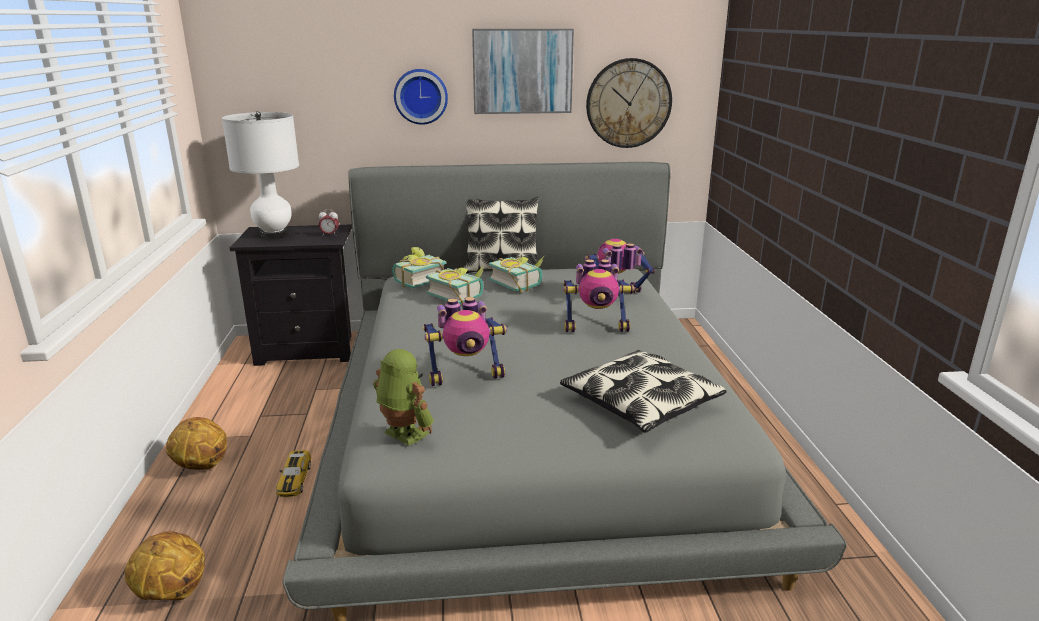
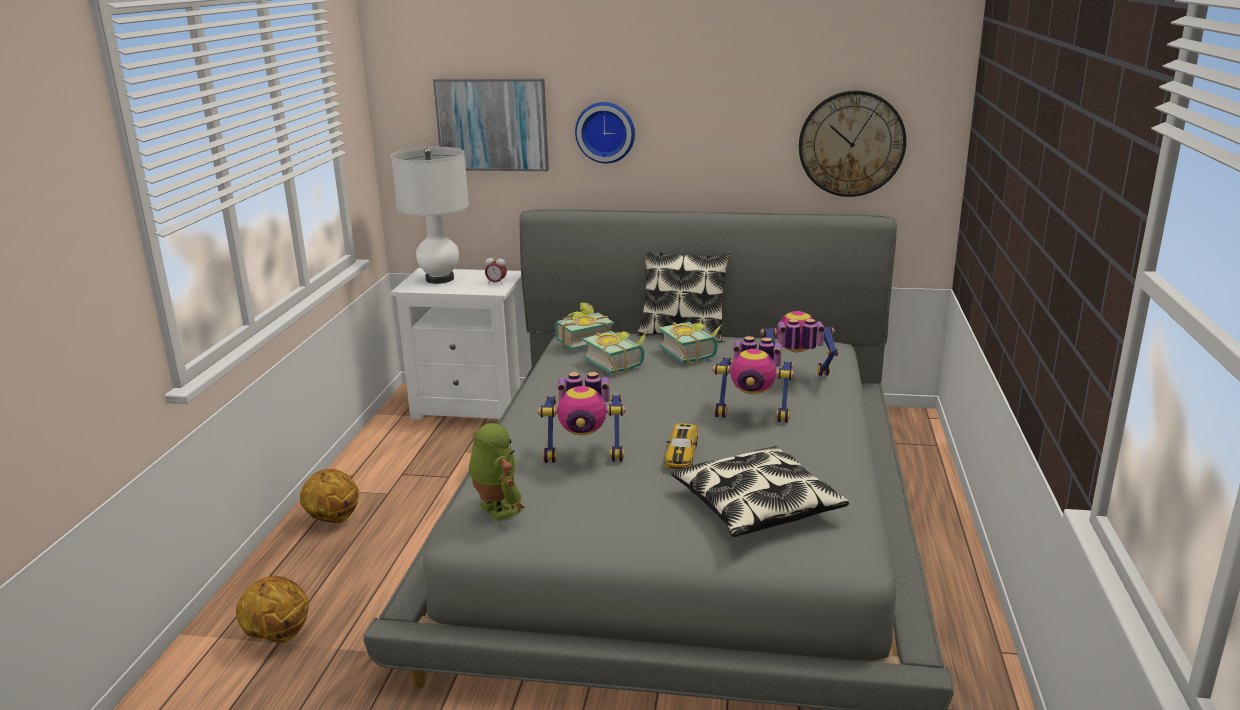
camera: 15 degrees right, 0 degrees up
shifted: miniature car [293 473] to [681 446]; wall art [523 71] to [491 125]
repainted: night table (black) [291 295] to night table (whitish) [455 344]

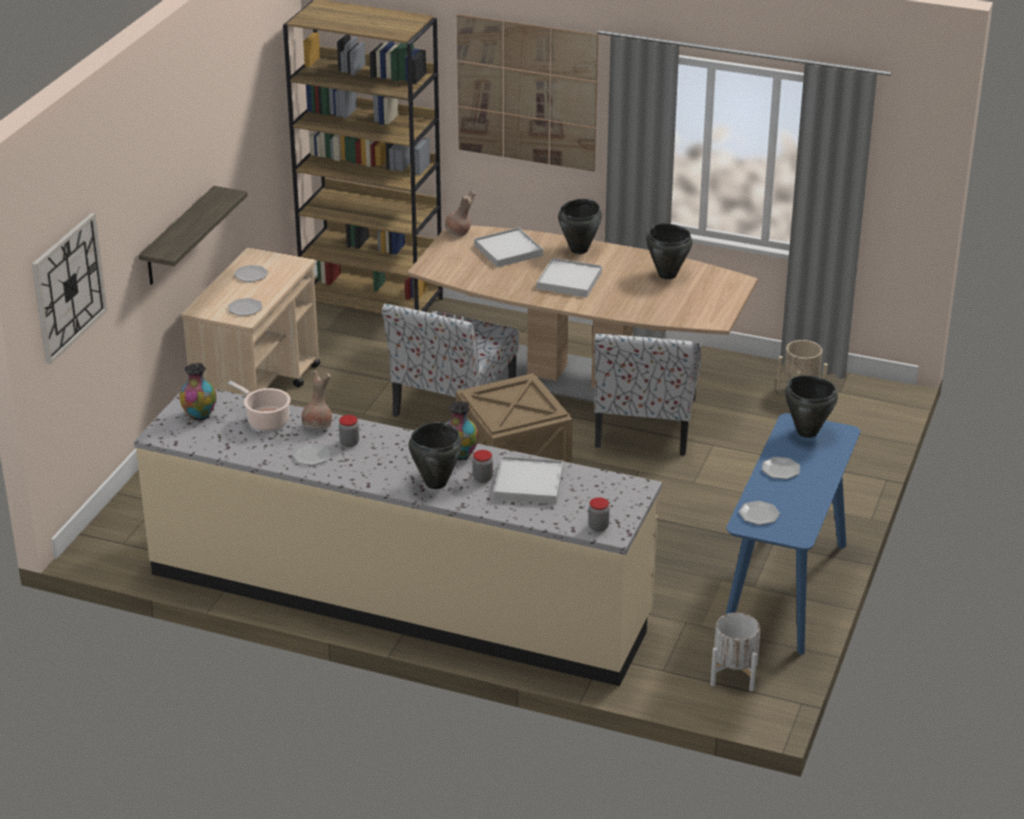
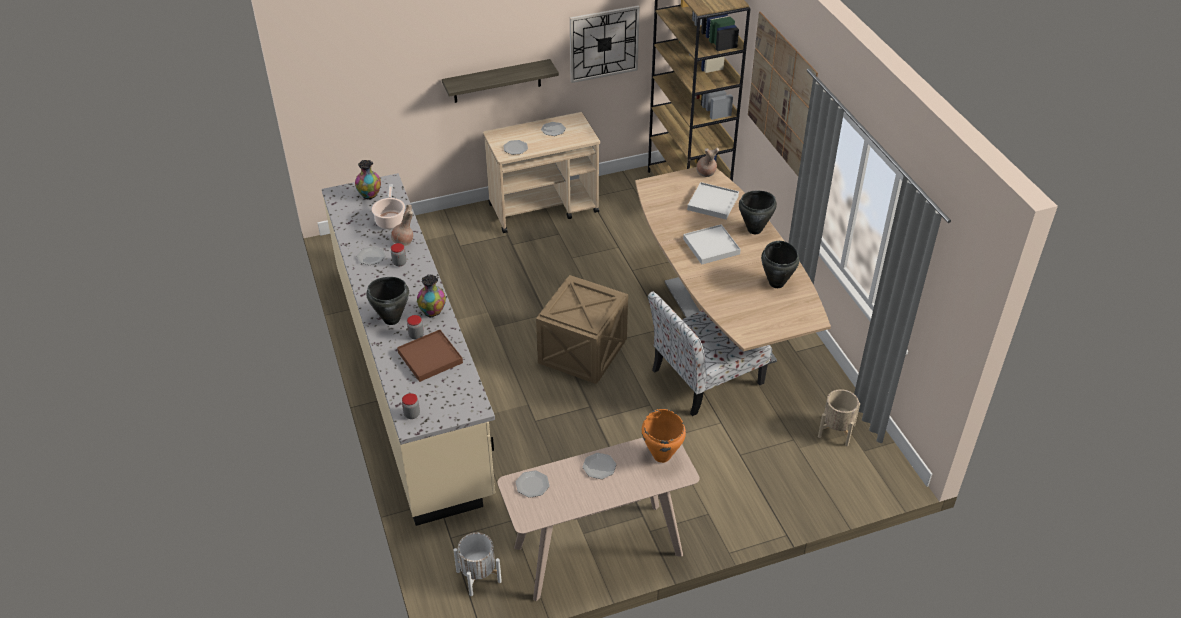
camera: 50 degrees right, 10 degrees up
gone: chair [450 360]
shifted: hanging clock [69 288] to [605 44]
repainted: serving tray (whitish) [528 480] to serving tray (brown) [430 356]; hall table (blue) [793 534] to hall table (beige) [598 519]; saucepot (black) [811 406] to saucepot (orange-coloured) [664 436]

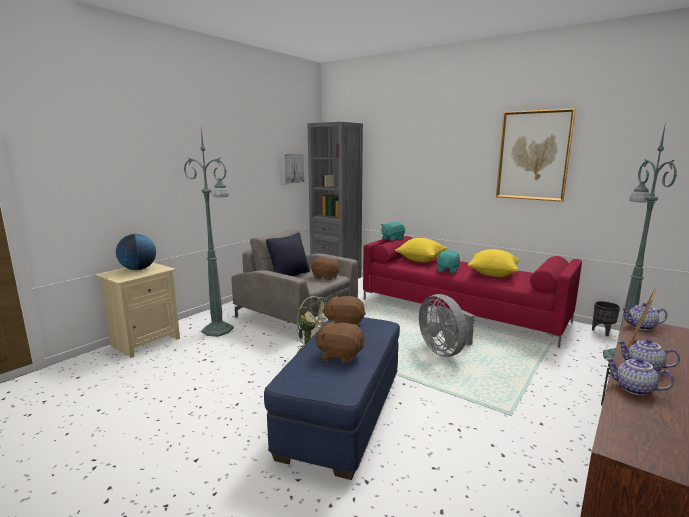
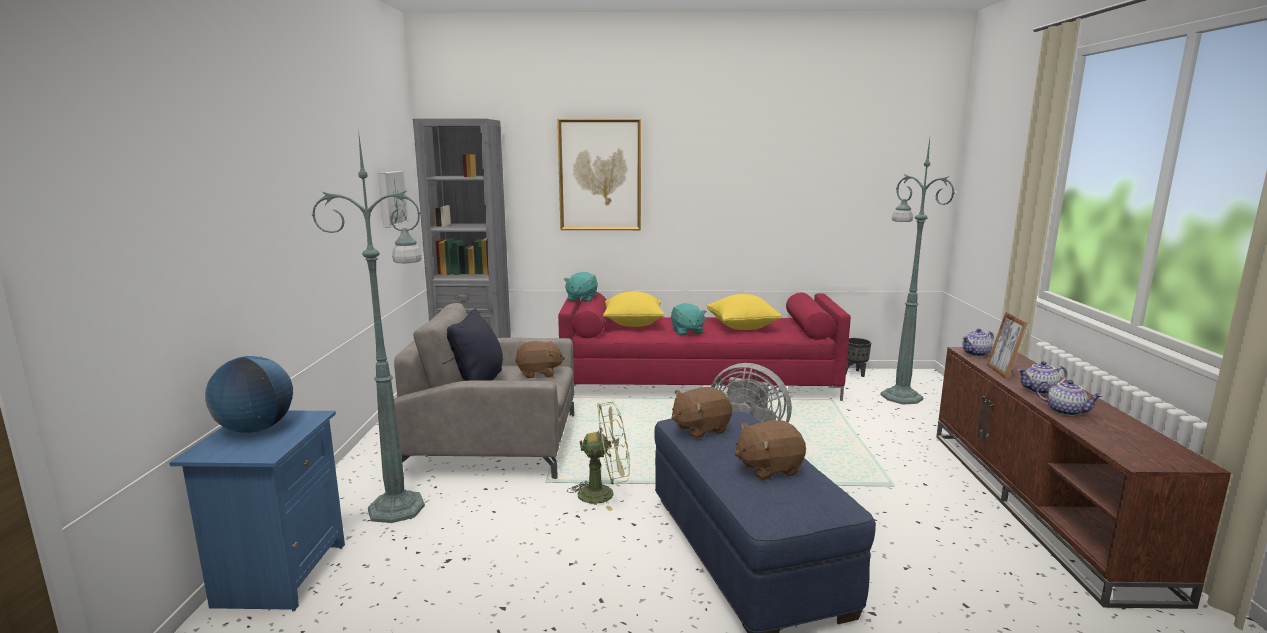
camera: 35 degrees left, 0 degrees up
shifted: wall art [536 155] to [599 174]
repainted: night table (beige) [137 310] to night table (blue) [257 511]
rotated: pot for tea [639 376] = [1069 398] 135 degrees counterclockwise

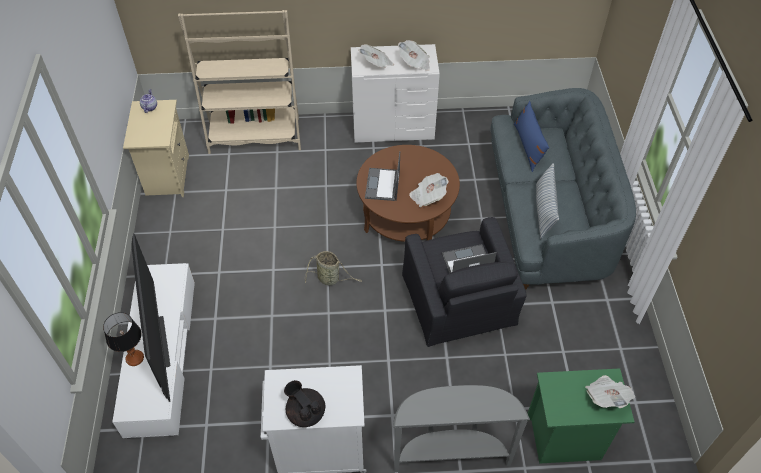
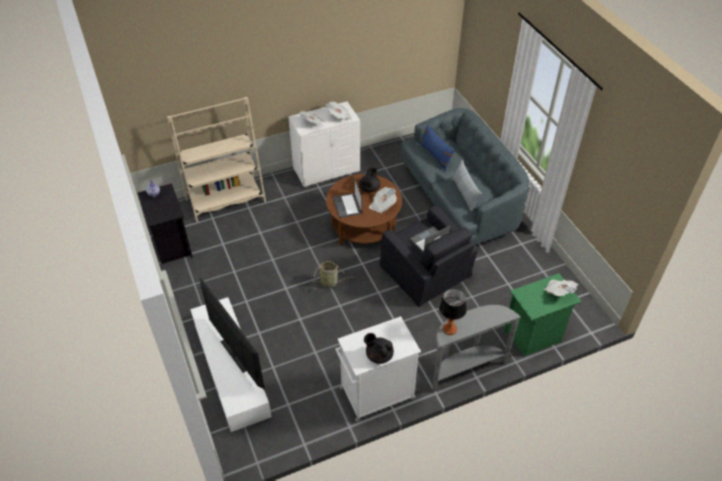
camera: 20 degrees left, 5 degrees down
new: pot for tea (black) [369 180]
shifted: lamp for a table [123 339] to [453 311]
repainted: night table (beige) [156 148] to night table (black) [165 223]

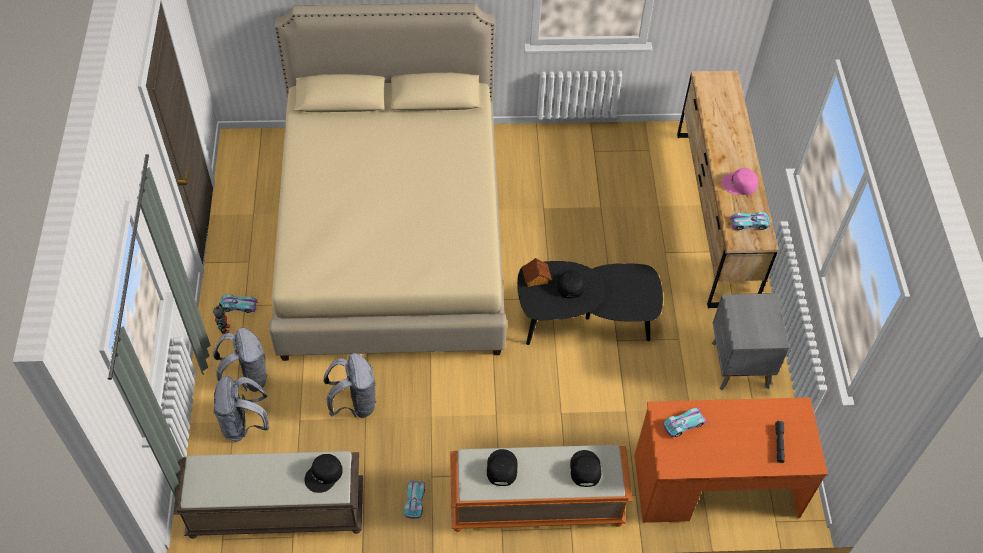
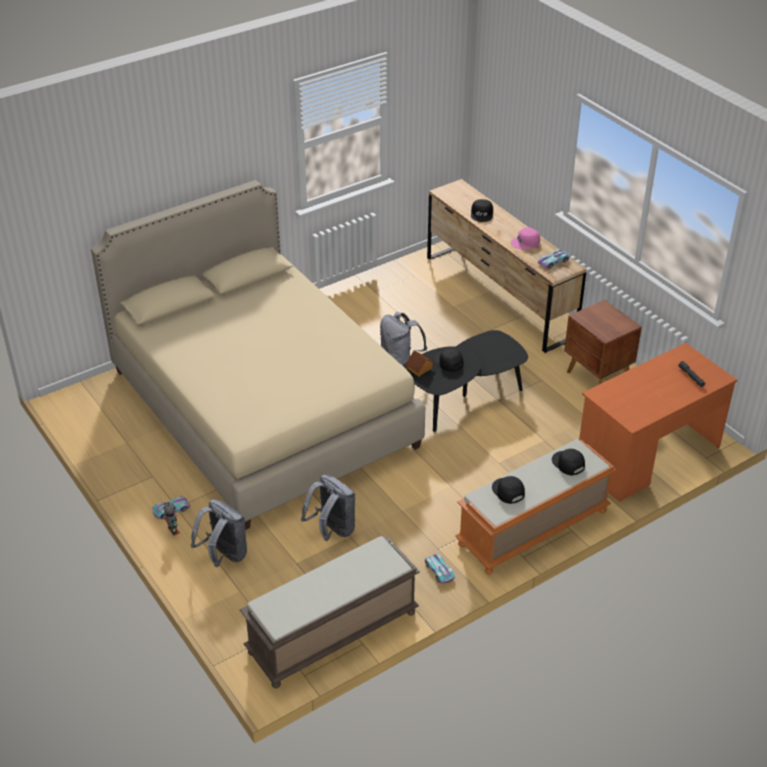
camera: 30 degrees left, 15 degrees down
gone: miniature car [684 422]
shifted: backpack (greyish) [241 409] to [403 339]; baseball cap (black) [324 473] to [482 210]
repainted: night table (greyish) [750 341] to night table (brown) [603 342]

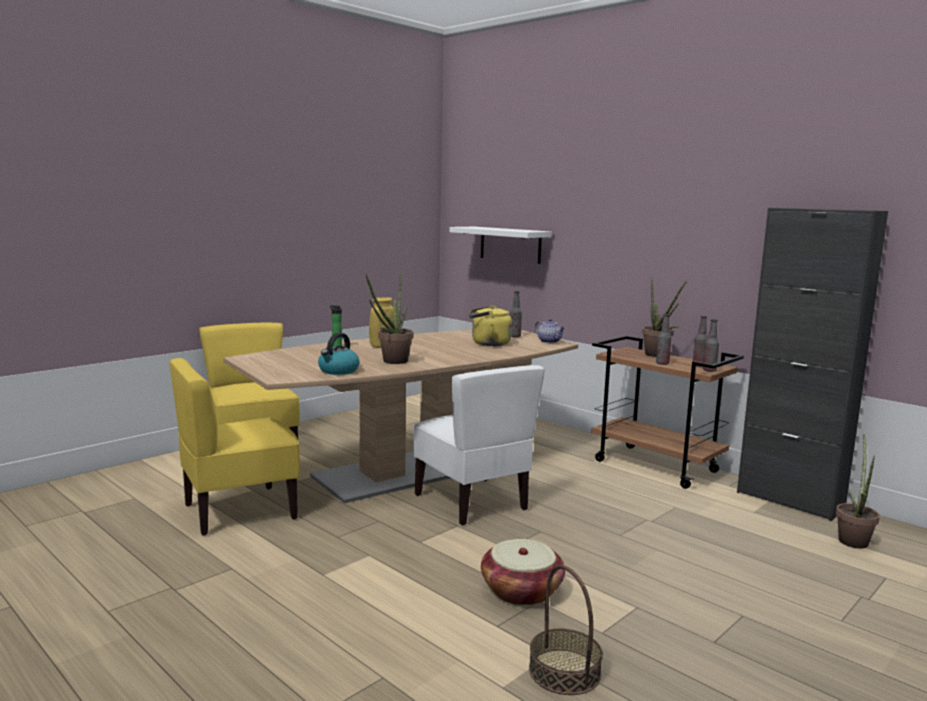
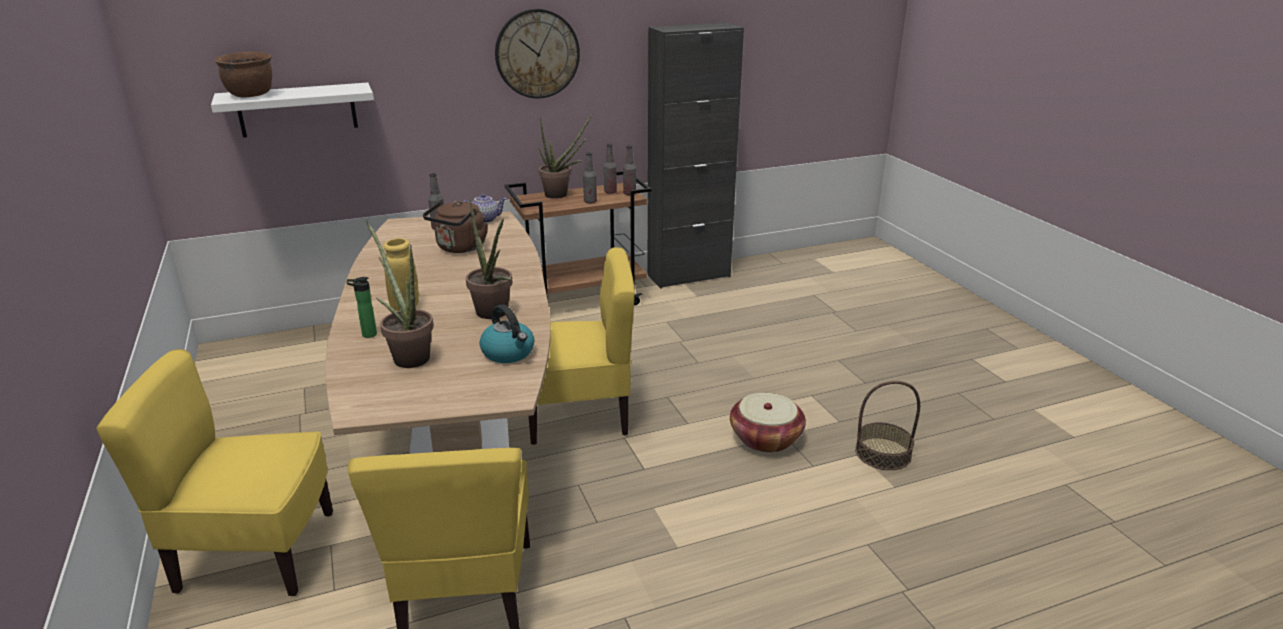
camera: 65 degrees left, 15 degrees up
new: saucepot (brown) [243 74]; hanging clock [537 53]
shifted: potted plant [858 491] to [400 294]
repainted: chair (whitish) [479 445] to chair (yellow-coloured) [582 346]; tea kettle (yellow-coloured) [490 326] to tea kettle (brown) [455 227]

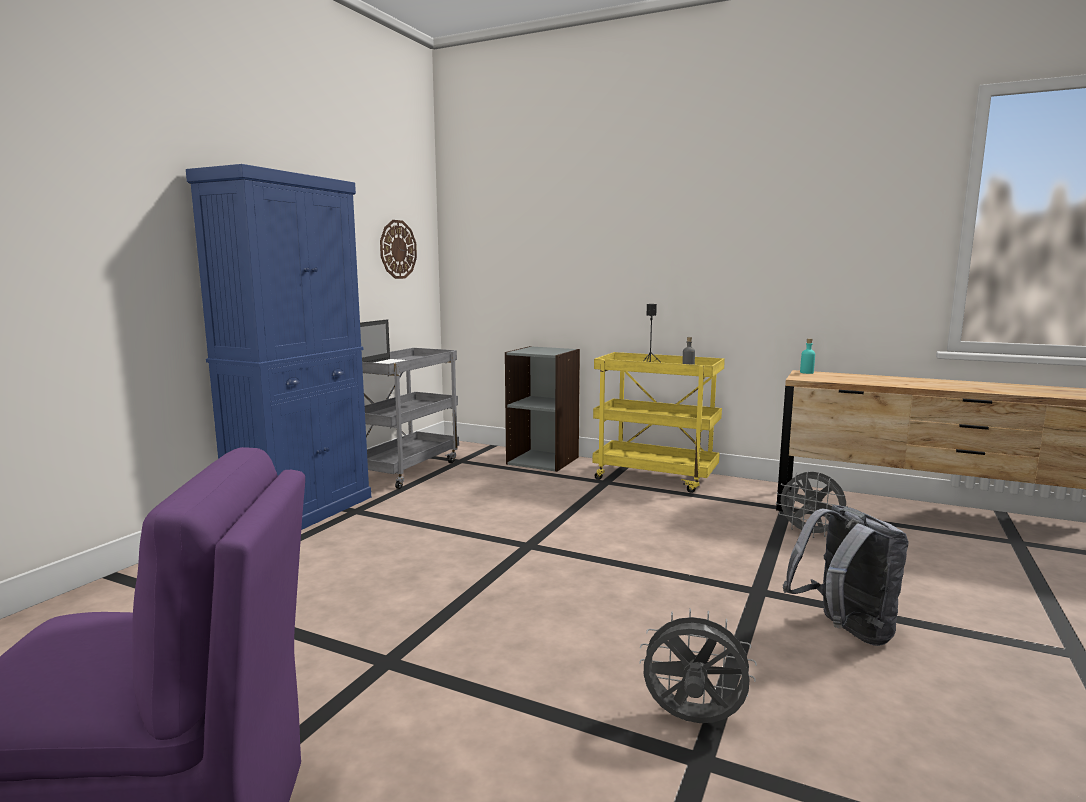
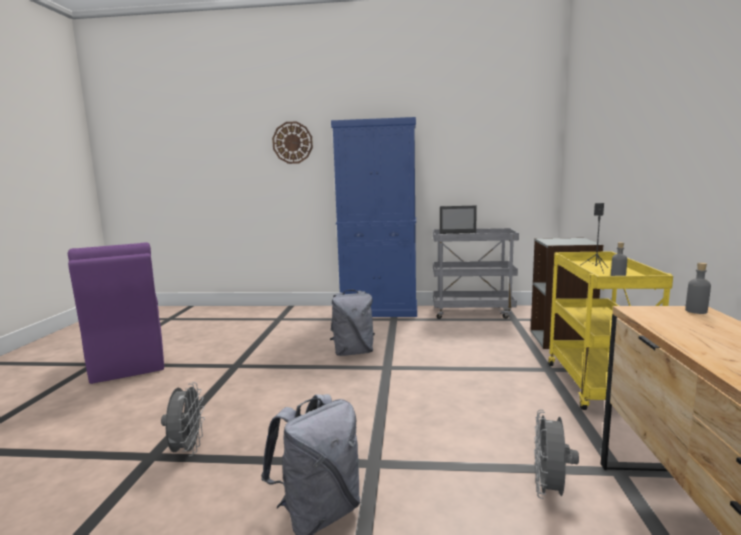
camera: 70 degrees right, 0 degrees up
new: backpack (greyish) [352 323]
shifted: hanging clock [398 249] to [292 142]
repainted: beverage bottle (blue-green) [807 356] to beverage bottle (greyish) [698 288]

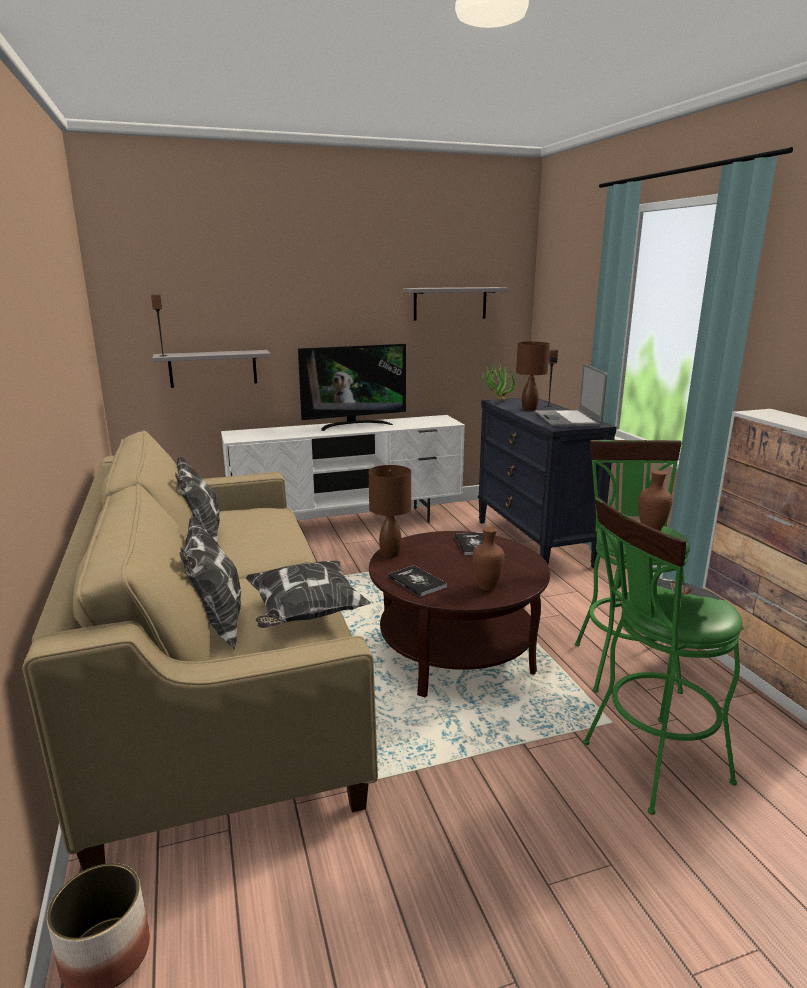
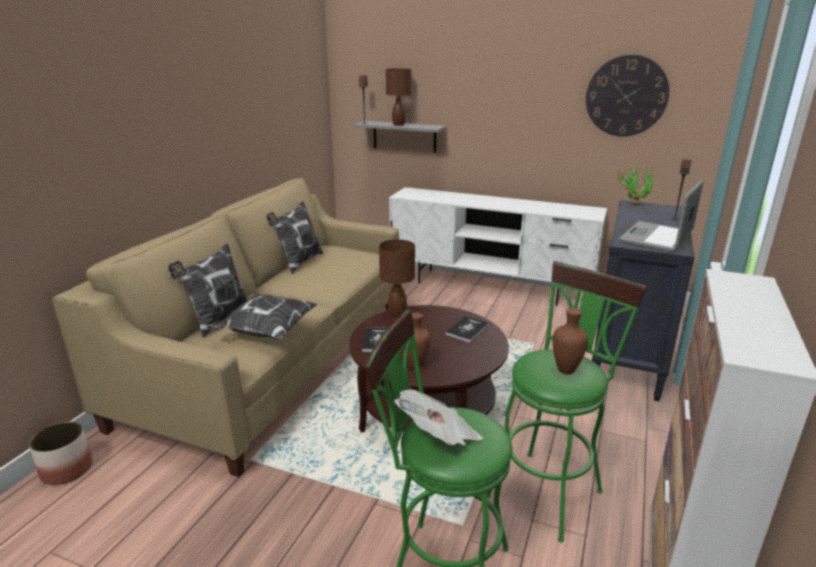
camera: 40 degrees right, 5 degrees up
gone: television [352 387]
shifted: lamp for a table (brown) [533 376] to [398 97]
swapped: wall shelf (greyish) [455 303] to hanging clock [627 96]

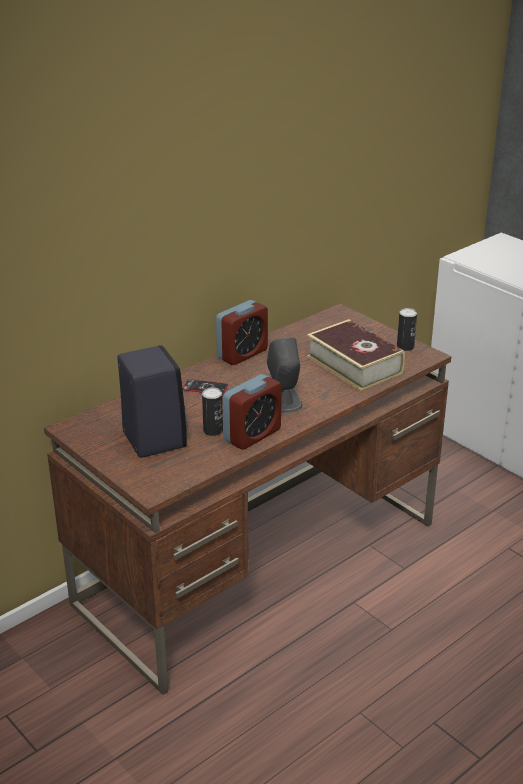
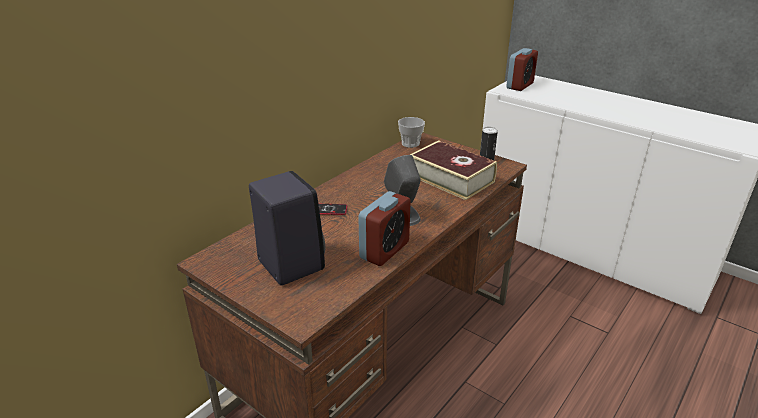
camera: 10 degrees left, 0 degrees up
gone: metal can [212 411]
new: cup [411 132]
shifted: bedside clock [242 332] to [522 69]

